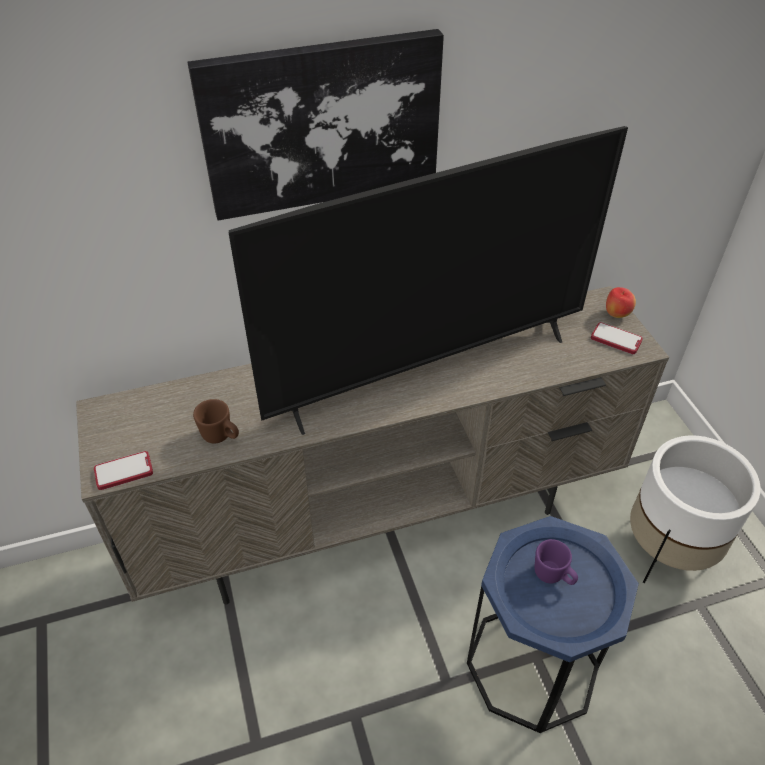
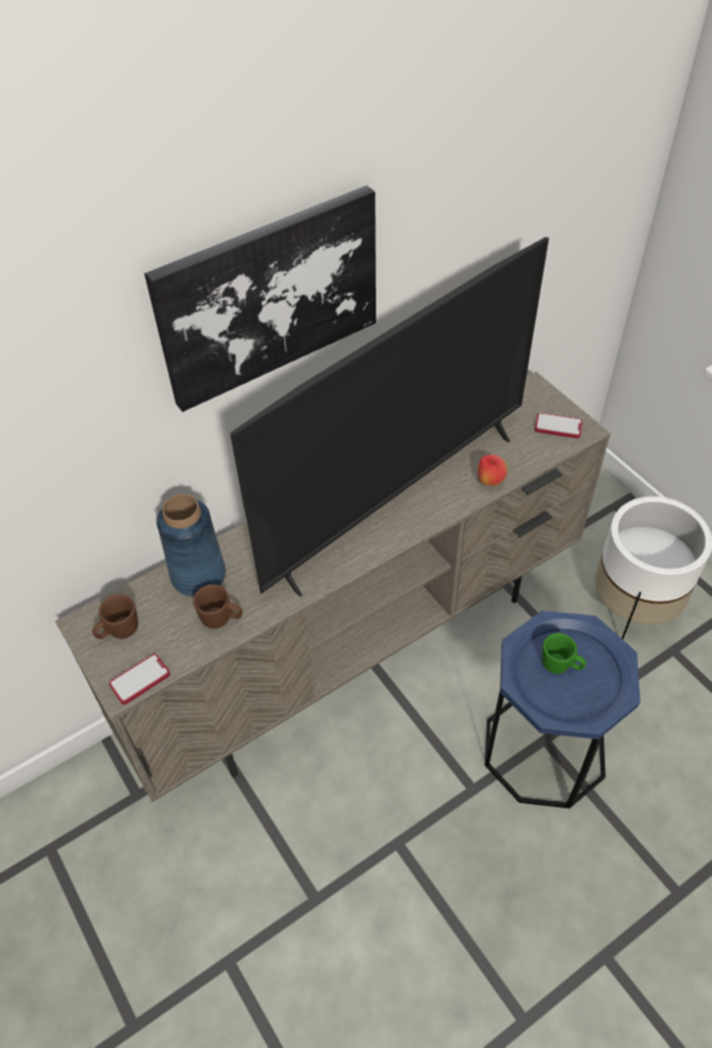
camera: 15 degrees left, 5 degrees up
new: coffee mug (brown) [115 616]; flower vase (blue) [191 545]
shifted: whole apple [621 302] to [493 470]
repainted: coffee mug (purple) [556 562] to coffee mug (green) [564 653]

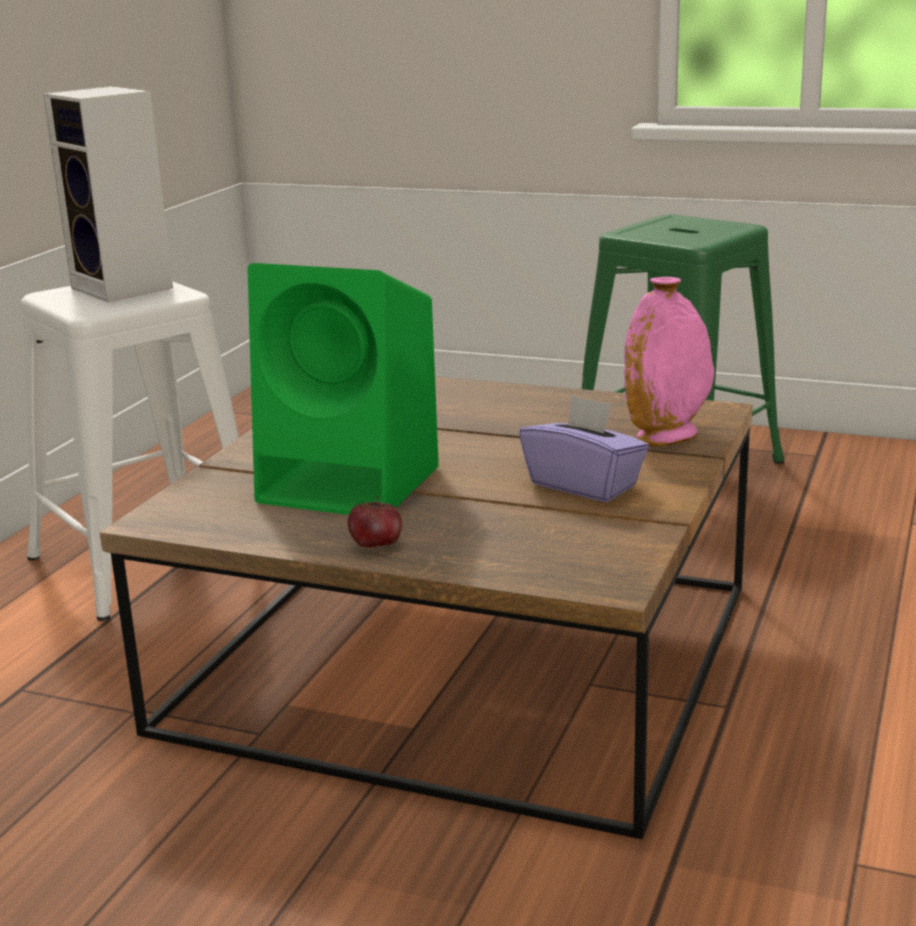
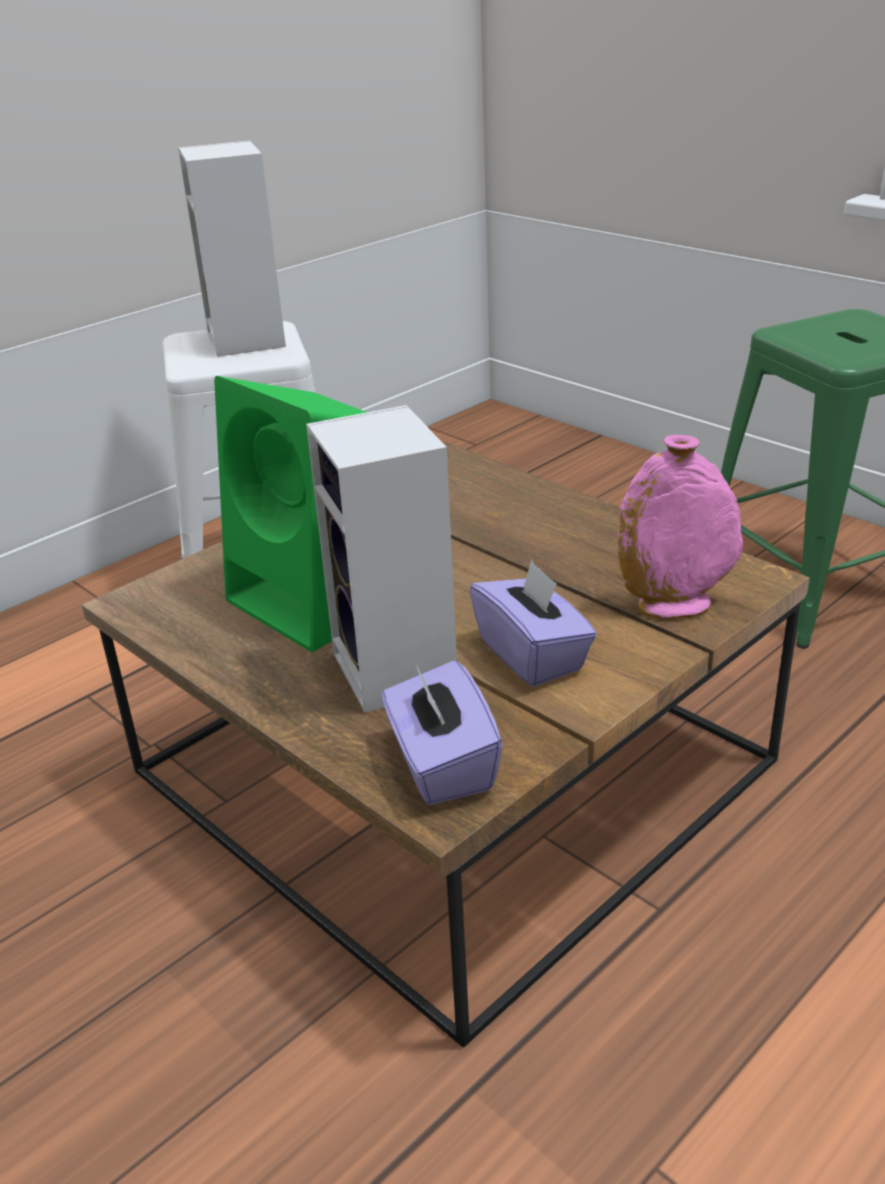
camera: 25 degrees right, 10 degrees up
gone: whole apple [375 522]
new: audio speaker [381 559]; tissue box (purple) [442 733]

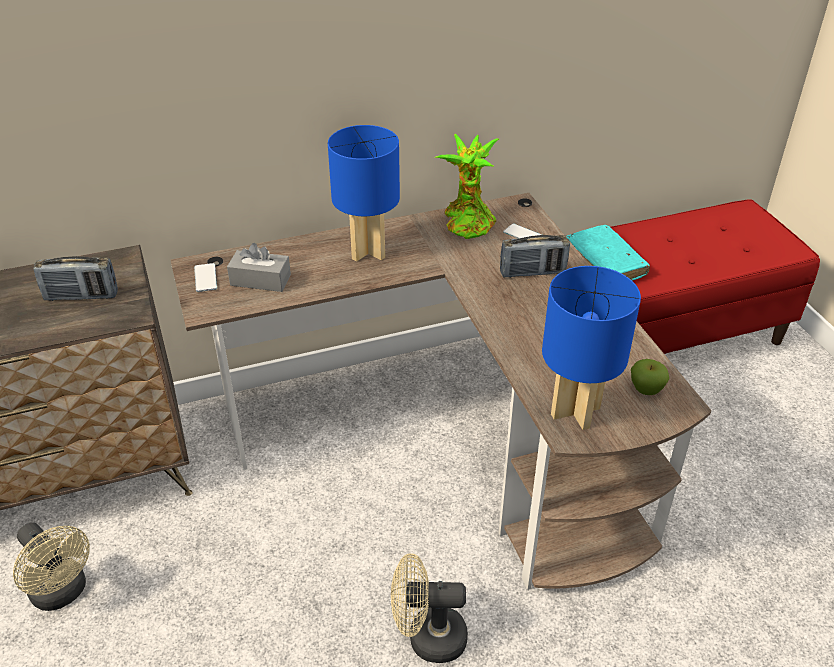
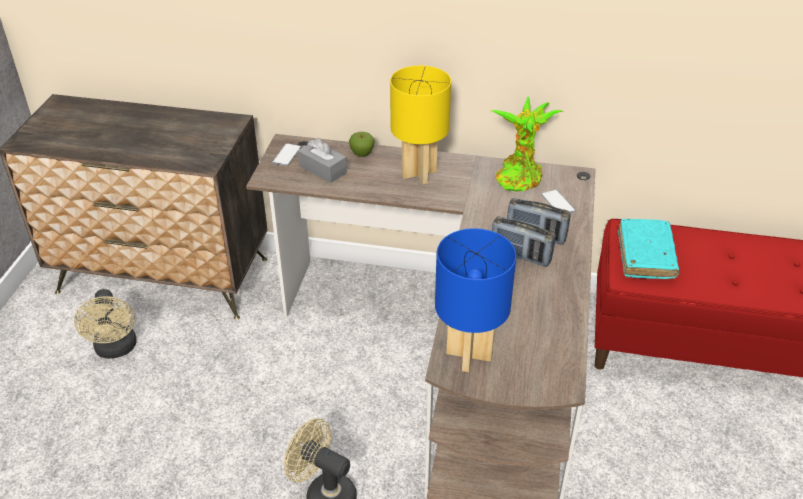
camera: 30 degrees right, 0 degrees up
shifted: radio set [75 278] to [524 241]; whole apple [650 377] to [362 144]
repainted: lamp for a table (blue) [364 193] to lamp for a table (yellow-coloured) [420 124]

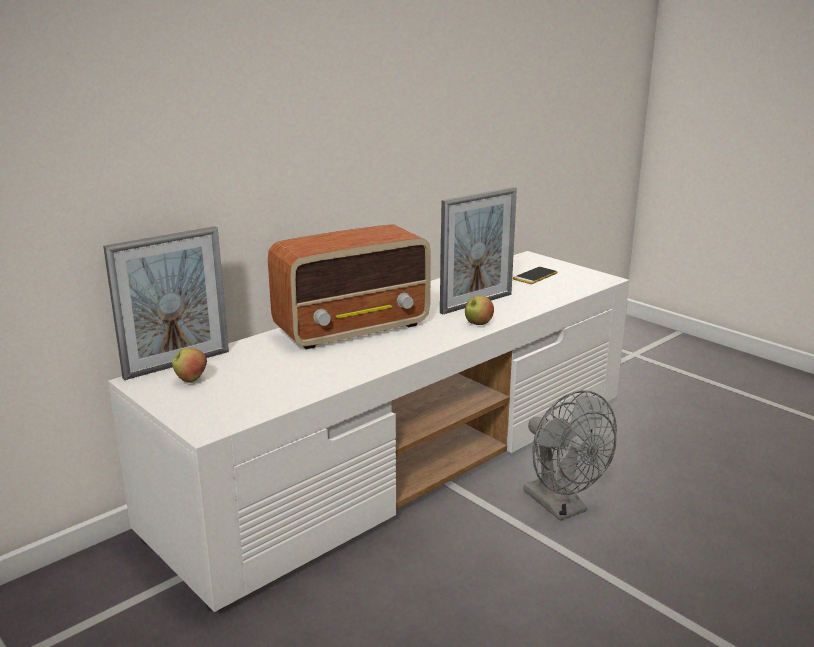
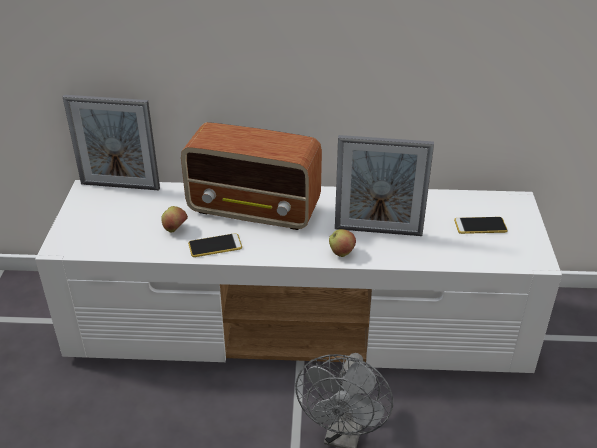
camera: 45 degrees right, 15 degrees up
new: handset [215 245]
shifted: whole apple [189 365] to [174 219]

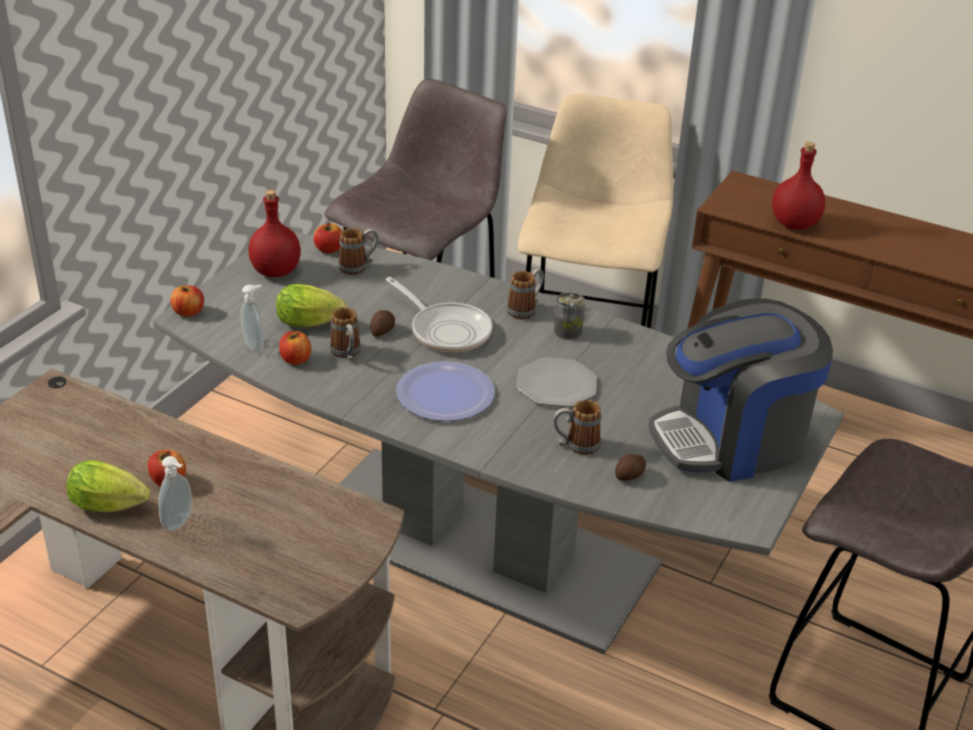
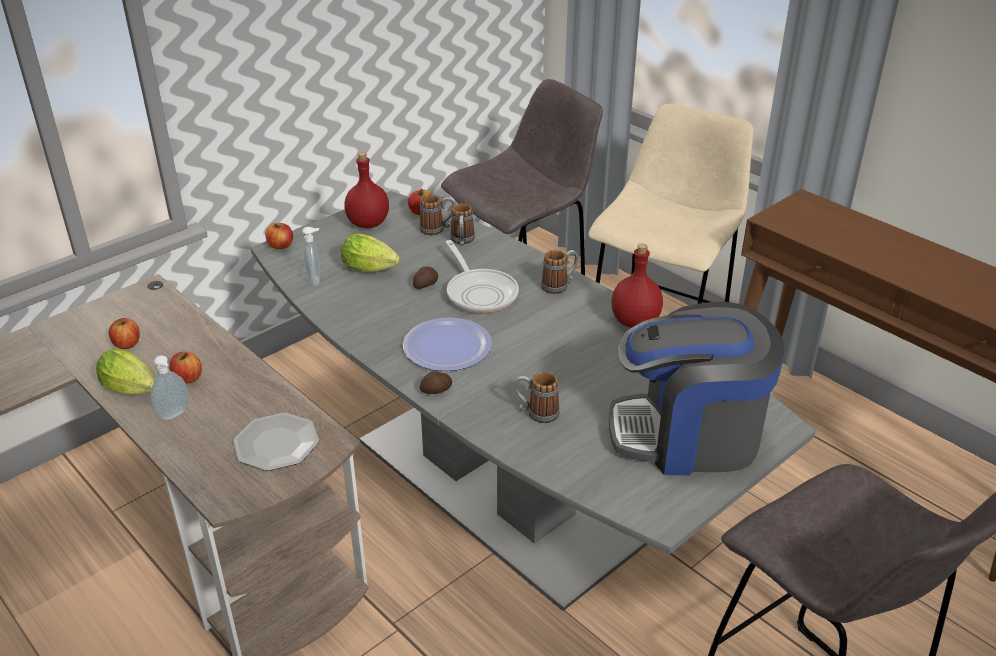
camera: 20 degrees right, 0 degrees up
gone: metal can [569 316]
shifted: whole apple [295 348] to [124 333]; coffee mug [345 333] to [462 224]; flat dish [556 382] to [276 442]; potato [630 467] to [436 382]; beverage bottle (red) [798 186] to [637 285]

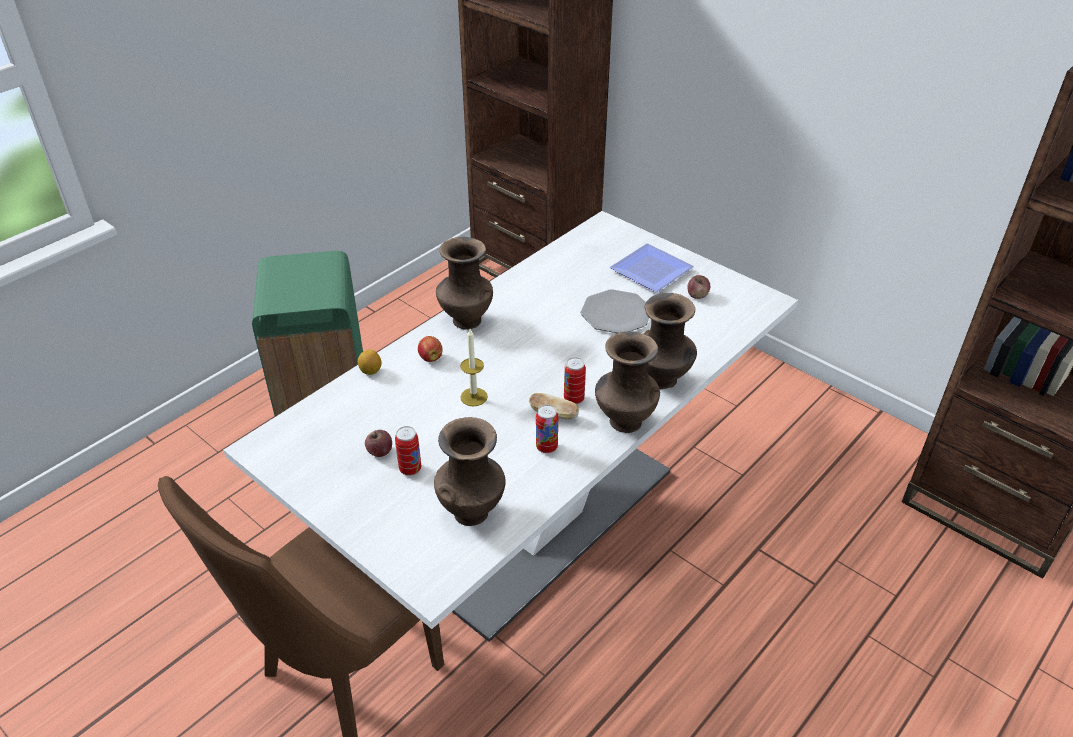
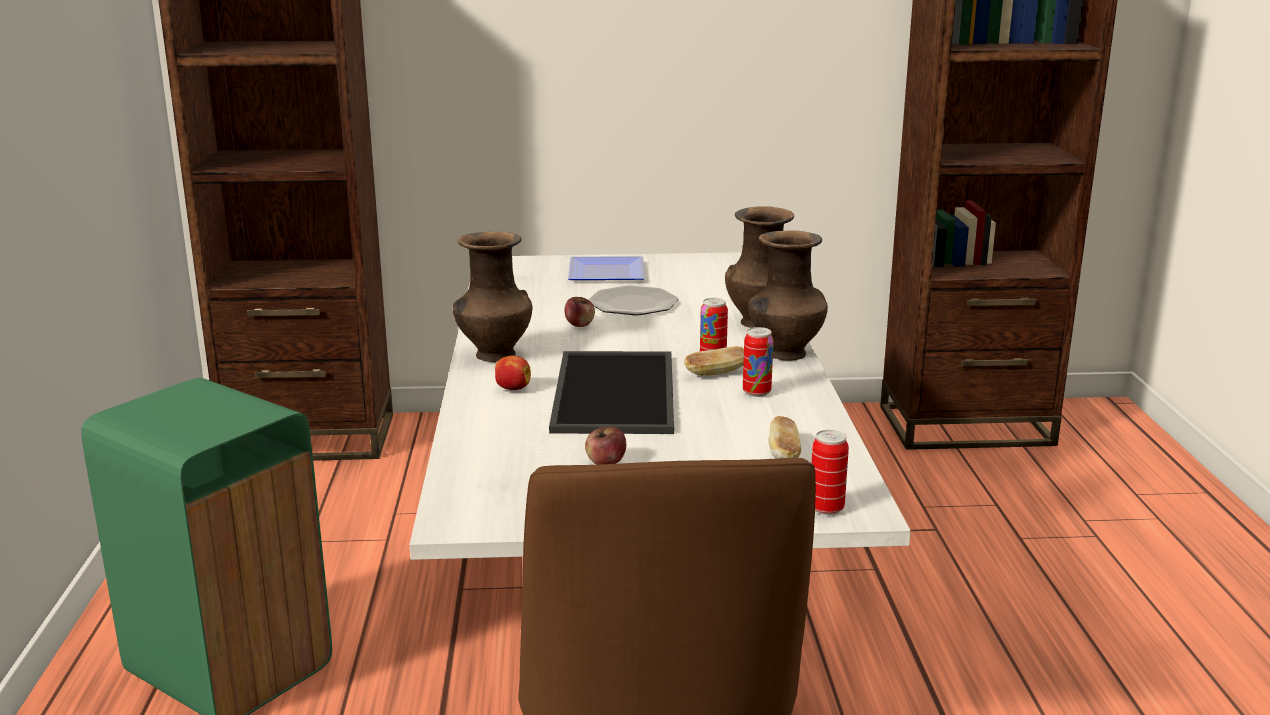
camera: 45 degrees left, 20 degrees down
gone: whole lemon [369 362]
shifted: metal can [408 451] to [830 472]; whole apple [698 287] to [579 312]
swapped: flower vase (brown) [470 471] to bread [784 437]; wax light [474 368] to serving tray [611 392]

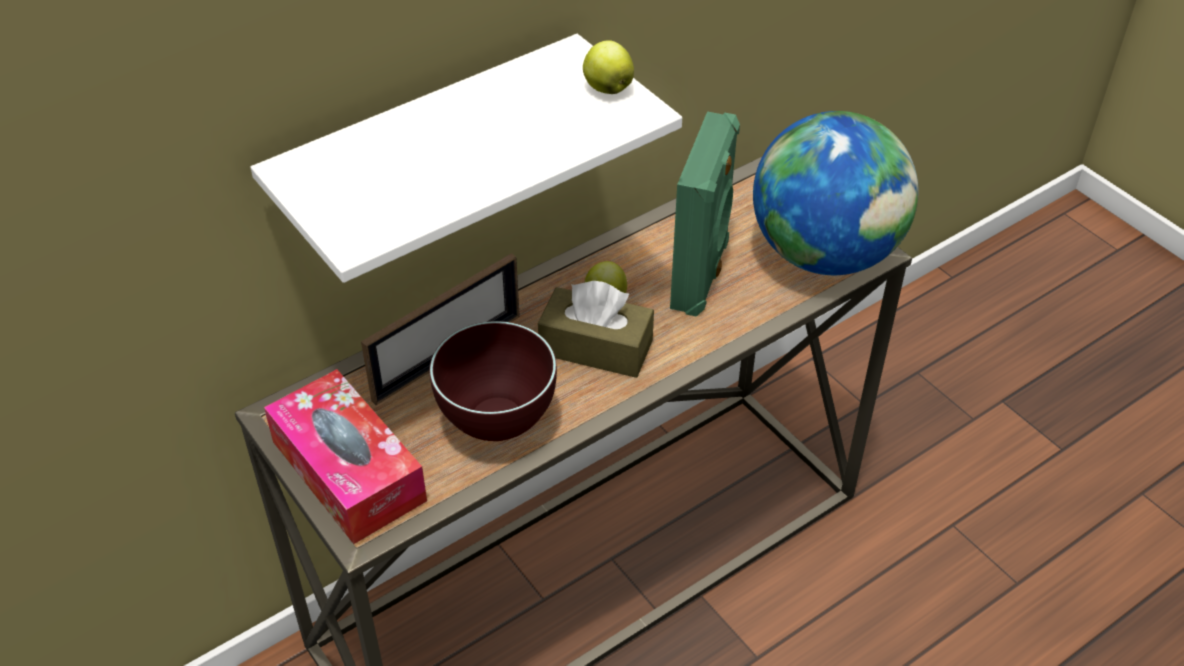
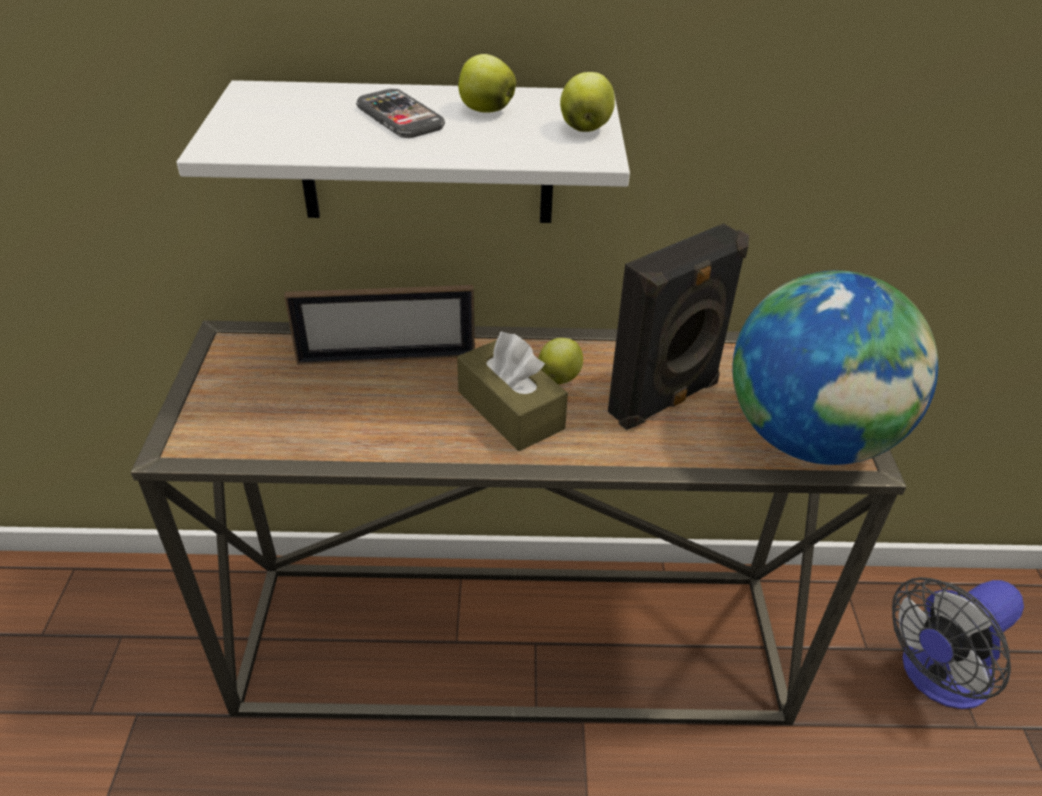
camera: 35 degrees right, 5 degrees down
gone: tissue box [345 456]; bowl (brown) [493 381]
new: handset [400 113]; whole apple [487 83]; electric fan [958 643]
repainted: audio speaker (green) [705 214] to audio speaker (black) [678 326]

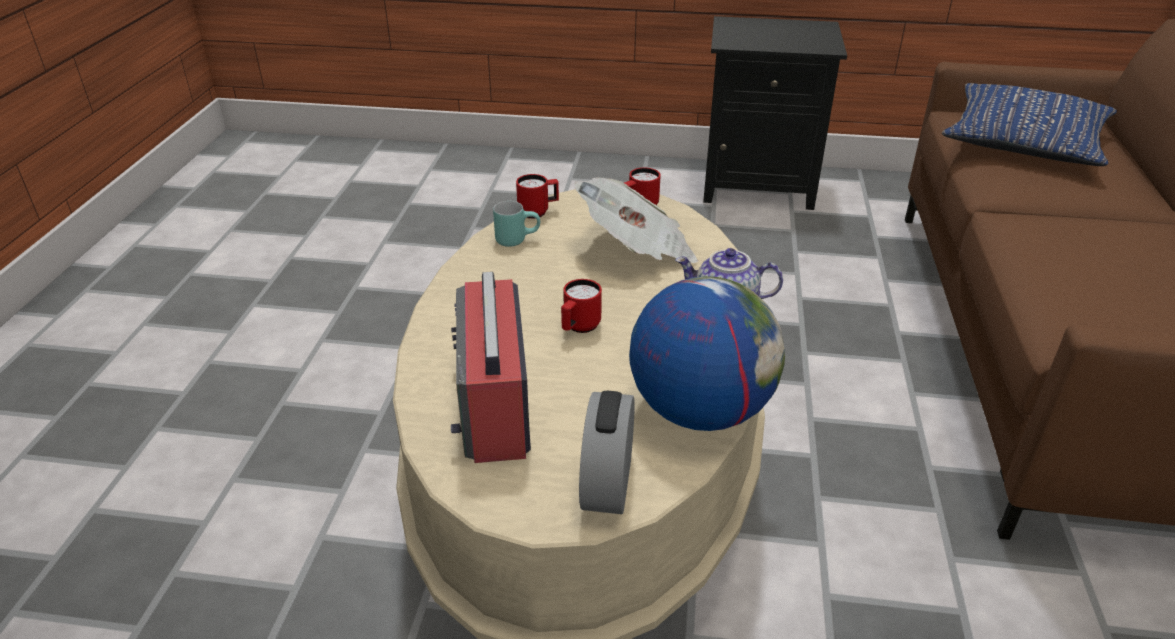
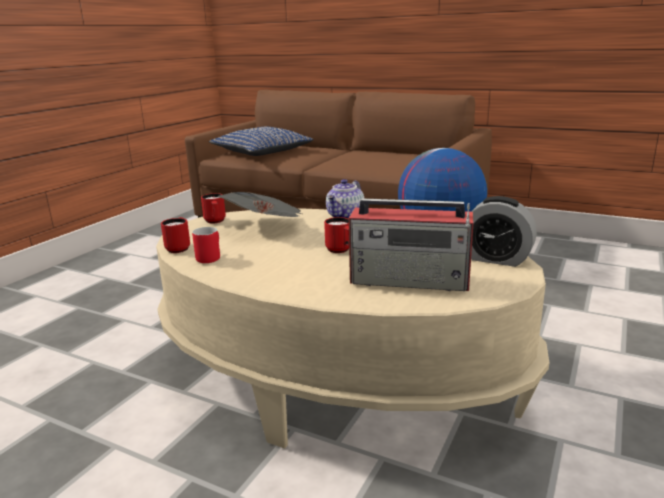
camera: 70 degrees left, 15 degrees down
gone: night table (black) [775 113]
repainted: coffee mug (blue-green) [516 224] to coffee mug (red) [206 245]

